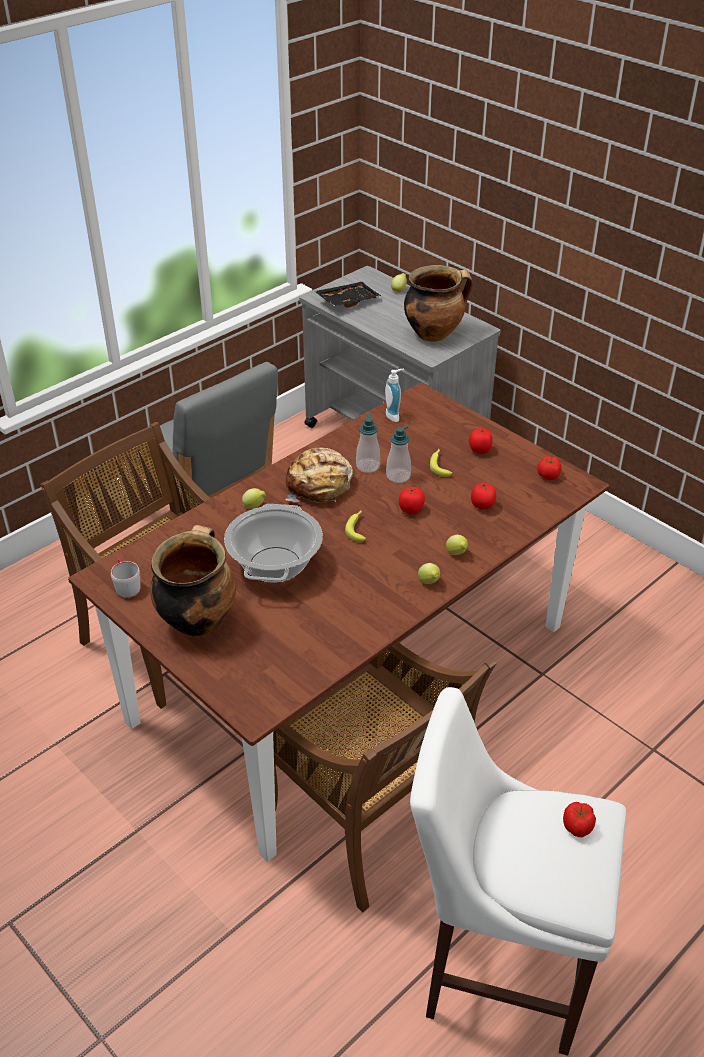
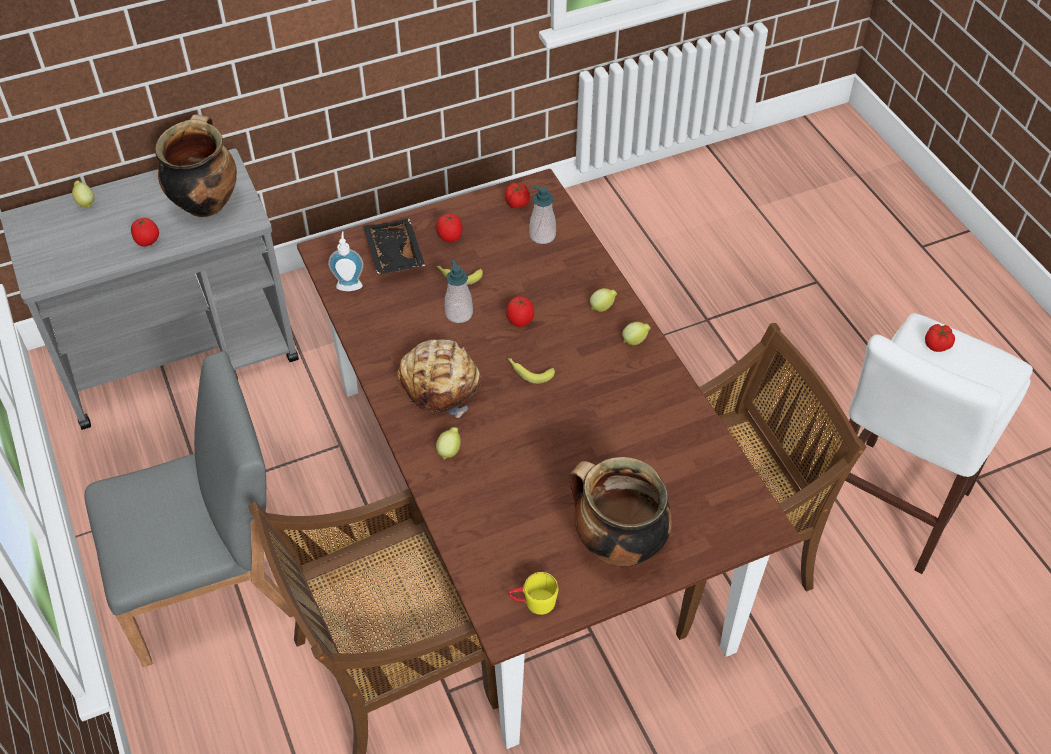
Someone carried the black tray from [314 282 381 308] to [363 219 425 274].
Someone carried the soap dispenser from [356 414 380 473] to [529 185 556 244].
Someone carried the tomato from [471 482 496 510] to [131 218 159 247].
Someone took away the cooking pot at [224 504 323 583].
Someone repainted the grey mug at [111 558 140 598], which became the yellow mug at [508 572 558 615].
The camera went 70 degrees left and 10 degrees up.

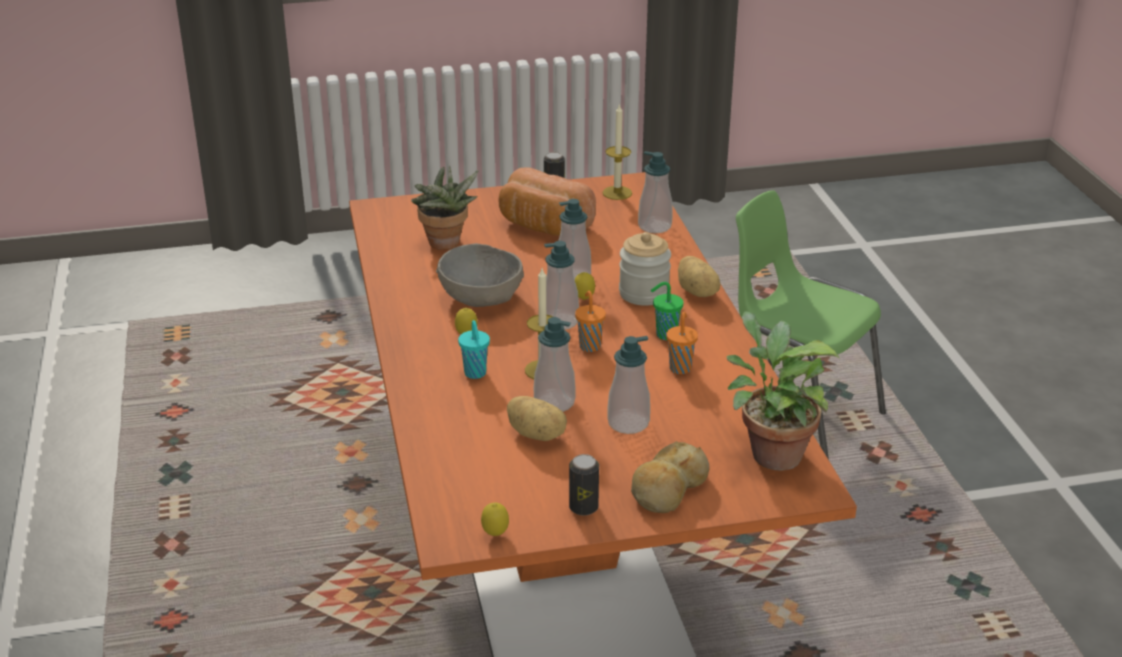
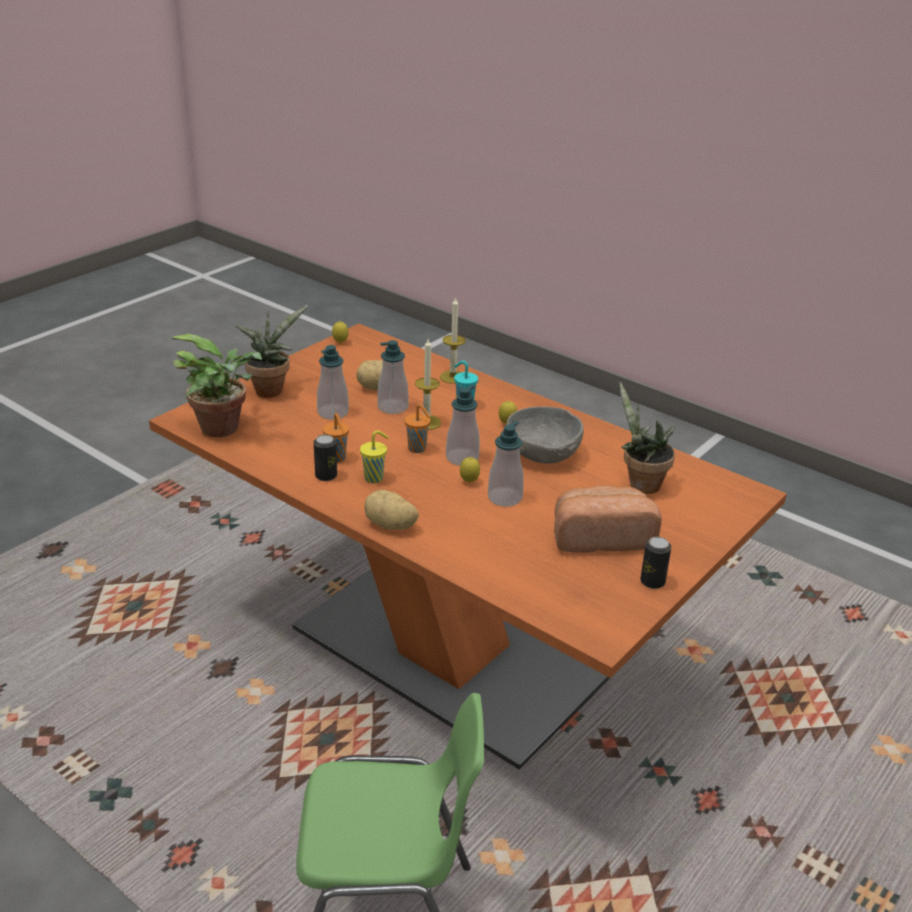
Someone carried the candle from [603 103 632 200] to [440 296 466 384].
Someone took away the soap dispenser at [638 151 673 233].
Someone took away the jar at [619 232 671 306].
Someone repainted the green cup at [651 282 684 340], which became the yellow cup at [360 430 389 483].
Someone swapped the bread at [631 441 709 513] for the potted plant at [235 305 308 398].
Someone carried the can from [569 454 599 516] to [314 435 337 481].
The camera went 140 degrees right and 0 degrees up.

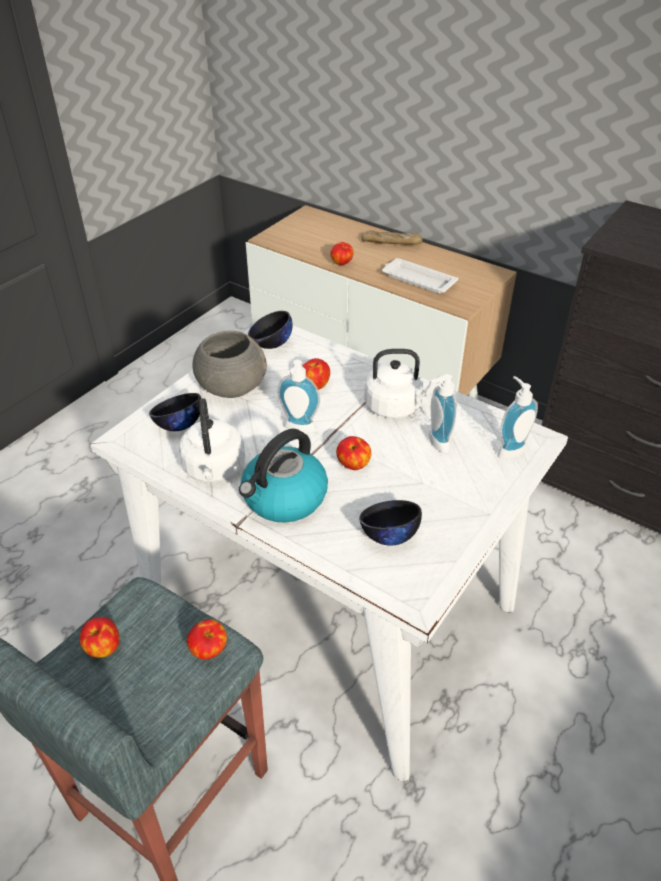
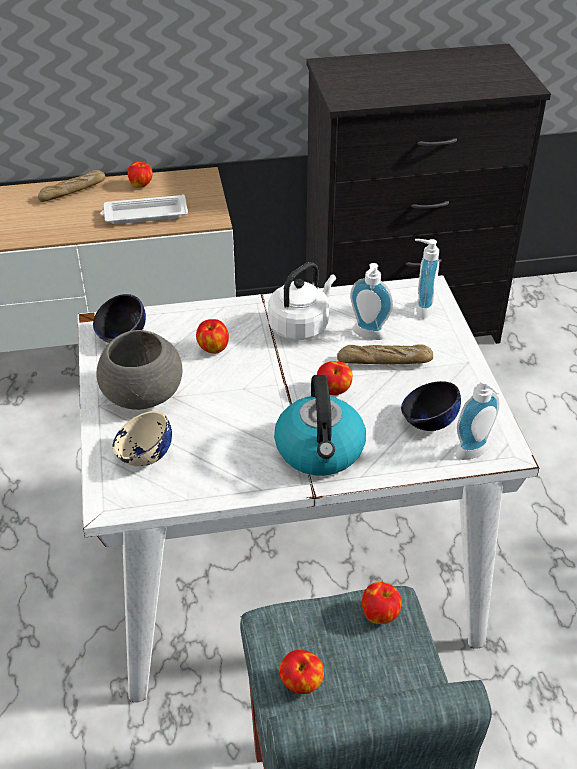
Someone carried the apple from [331 242 354 265] to [128 162 153 188].
Someone carried the soap dispenser from [277 360 320 433] to [455 377 499 460].
Someone repainted the black bowl at [149 393 201 431], which became the beige bowl at [112 411 172 466].
Someone took away the white kettle at [179 398 245 482].
Someone put down the bread at [337 344 433 364].
The camera went 45 degrees left and 0 degrees up.

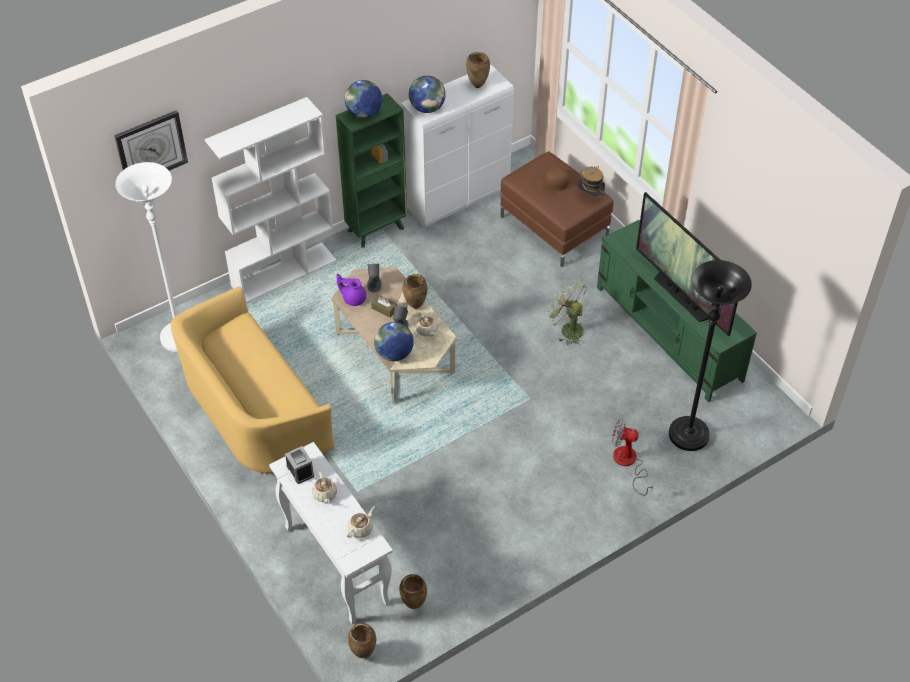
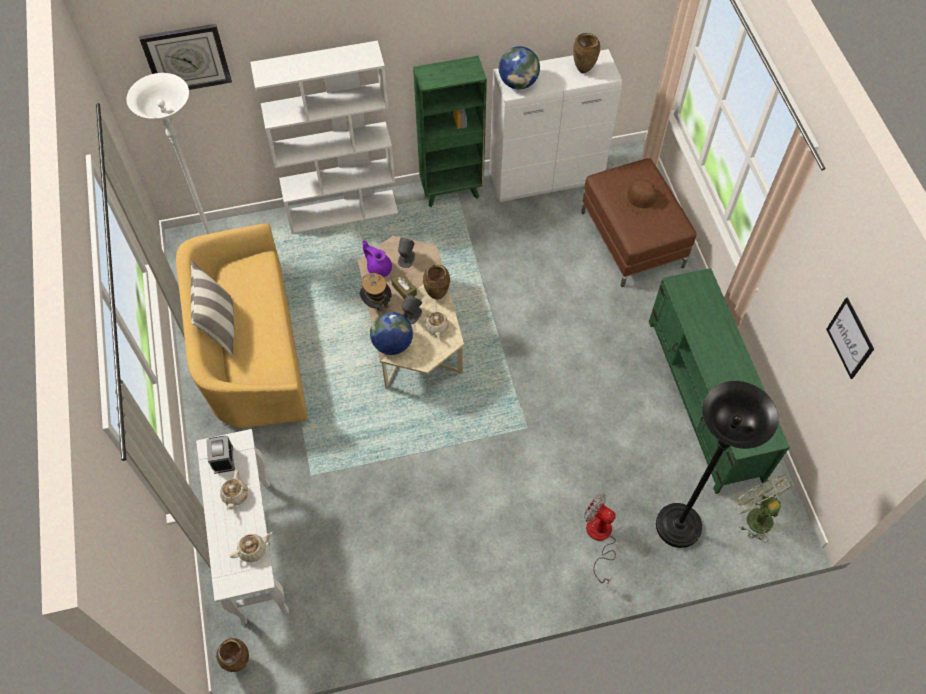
Someone took away the globe at [345 80 382 118].
Someone carried the hat from [577 166 605 199] to [359 273 392 312].
Someone took away the television at [636 192 738 336].
Someone carried the green fan from [546 280 587 345] to [733 475 793 543].
Someone took away the brown vase at [399 574 427 609].
Someone put down the pillow at [191 261 235 355].
Someone put up the picture at [826 297 874 379].
The camera went 20 degrees right and 10 degrees up.

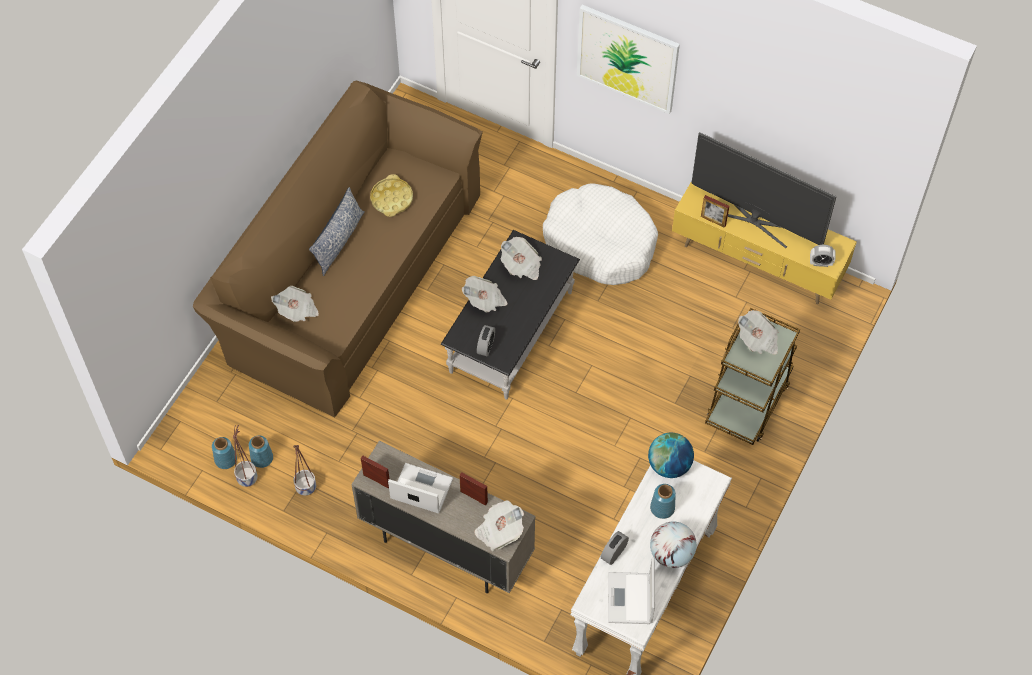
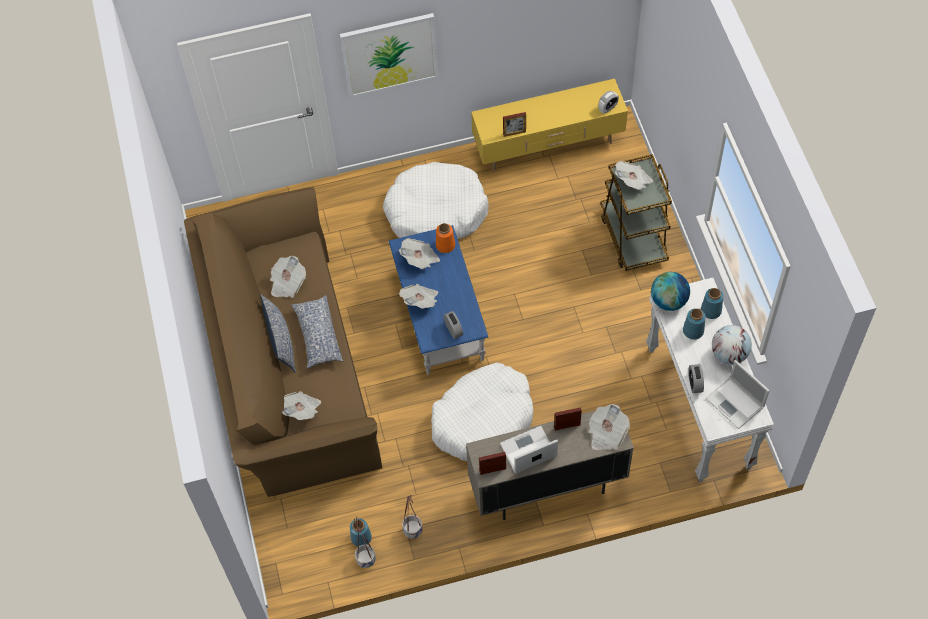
Someone took away the television at [691 132 836 248].
Someone swapped the yellow tray at [370 174 413 217] for the newspaper at [270 256 306 298].
Someone repainted the black coffee table at [440 230 580 400], which became the blue coffee table at [389 225 488 375].
Someone carried the blue vase from [212 437 237 469] to [701 288 724 319].
Someone put down the orange vase at [436 223 455 253].
Someone put down the pillow at [291 295 343 368].
Someone put down the white dog bed at [431 362 533 461].
The camera went 40 degrees left and 0 degrees up.

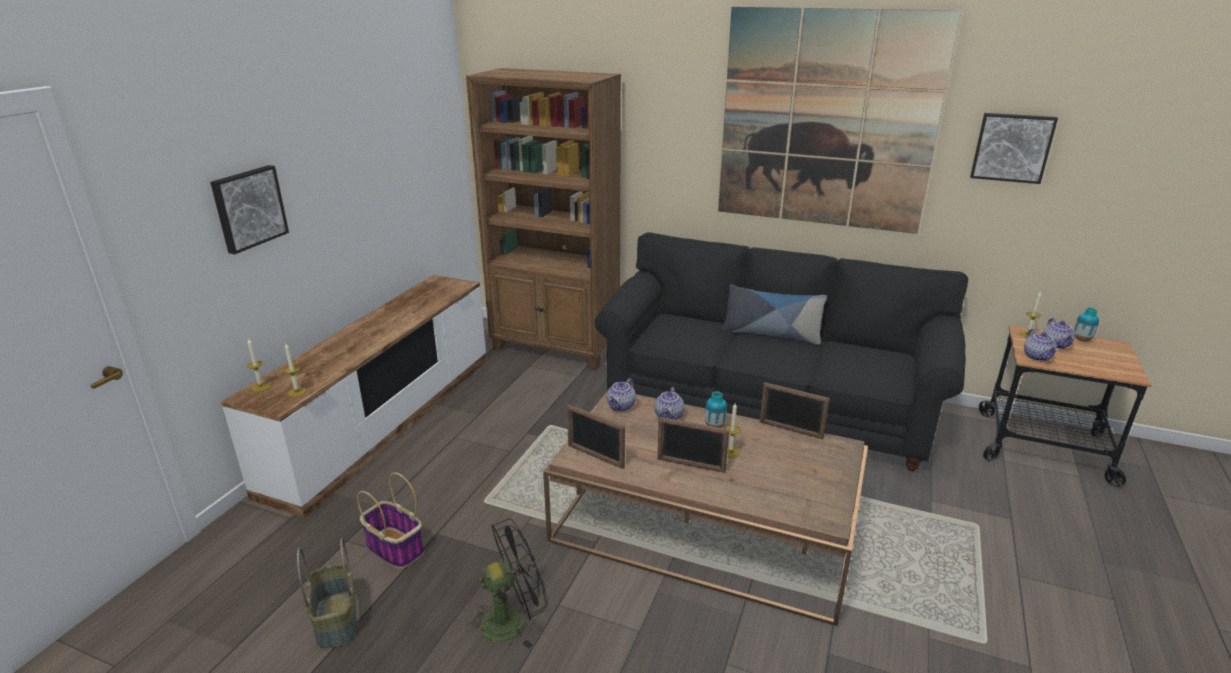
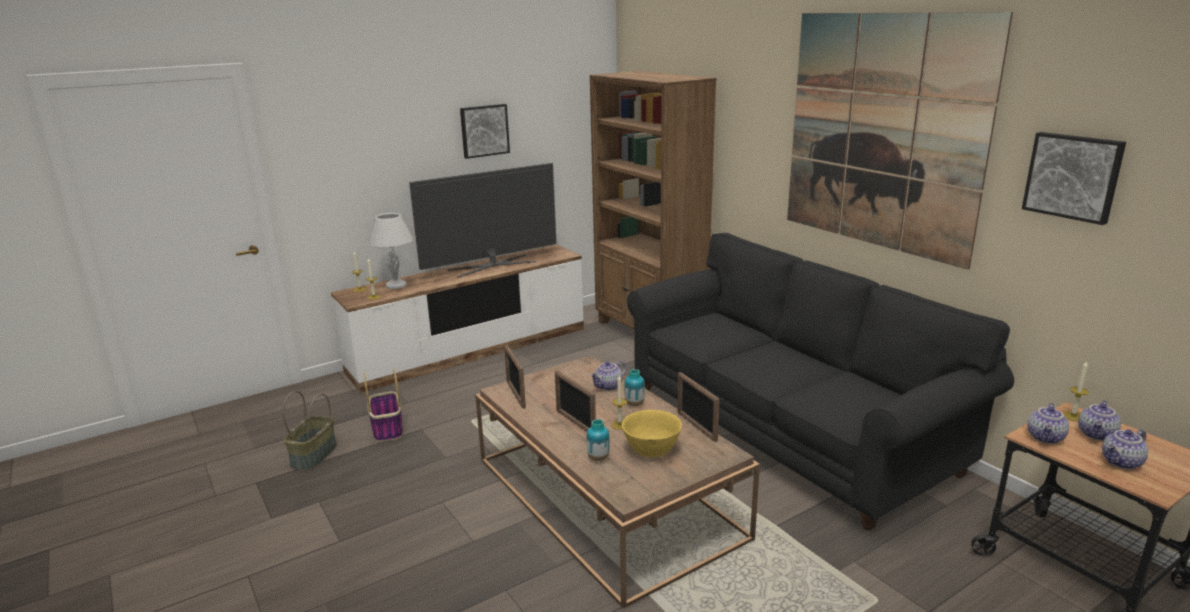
Someone carried the picture from [210 165 289 254] to [460 104 510 159].
Someone took away the pillow at [722 284 827 345].
Someone carried the vase from [1074 307 1099 341] to [586 419 610 461].
Someone carried the teapot from [607 378 636 411] to [1102 430 1148 470].
Someone took away the black fan at [466 518 548 649].
Someone put down the television at [409 163 557 278].
Someone put down the white table lamp at [369 213 413 289].
Someone put down the yellow bowl at [622 410 682 457].
The camera went 35 degrees right and 5 degrees down.

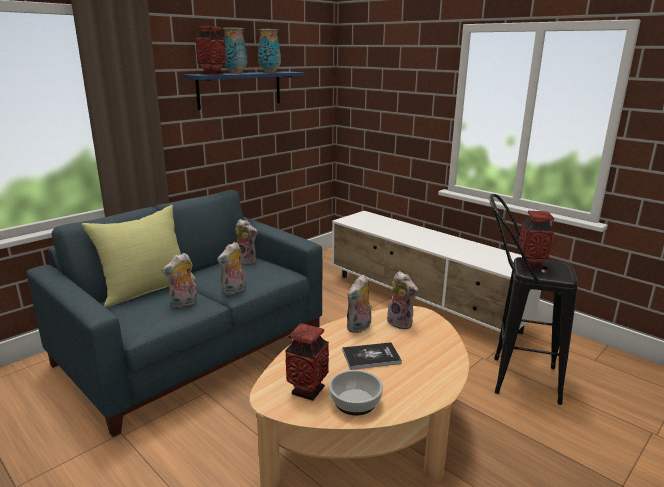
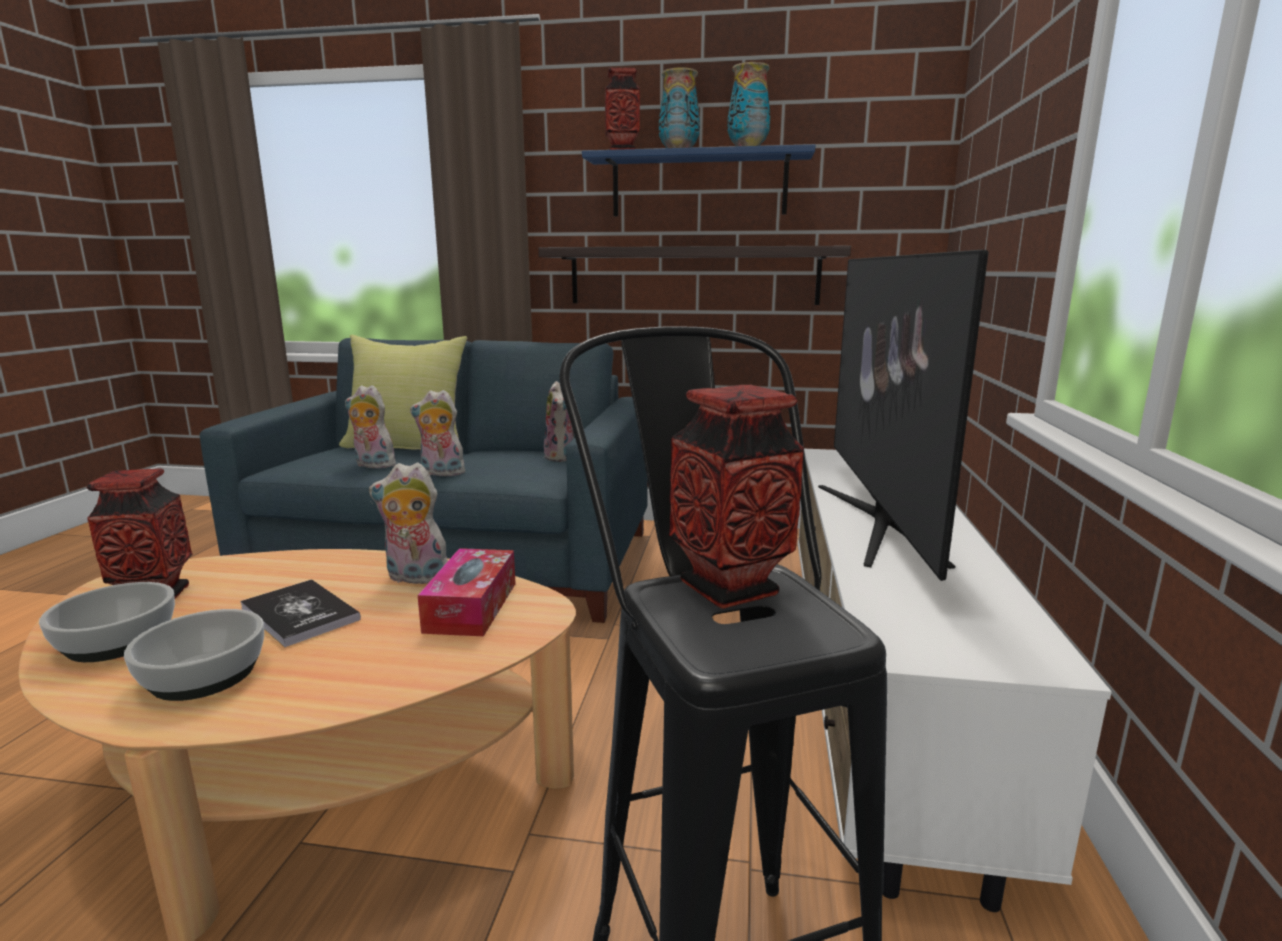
Someone swapped the plush toy at [387 271 418 330] for the tissue box at [418 548 516 636].
Someone put up the shelf at [538 246 851 305].
Someone put down the television at [818 250 988 581].
Someone put down the bowl at [124 609 264 701].
The camera went 55 degrees right and 5 degrees down.

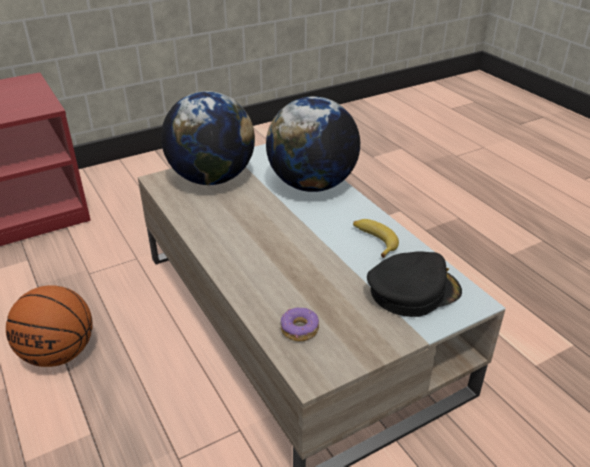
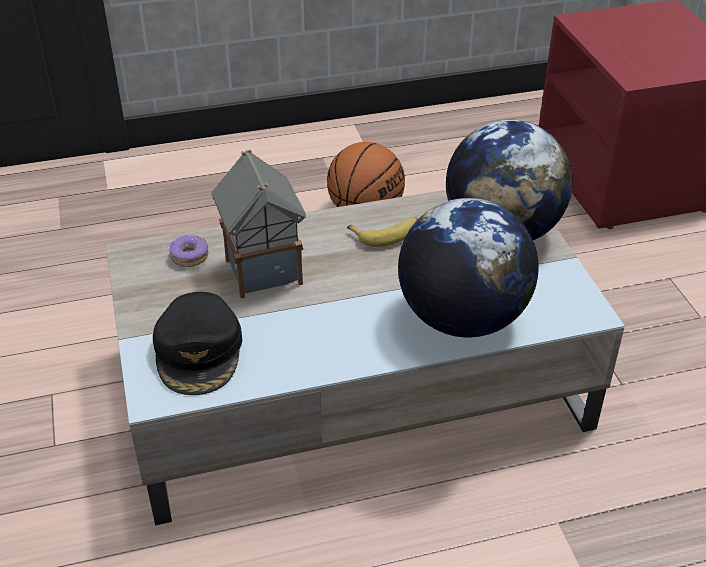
Someone carried the banana from [353 219 399 258] to [347 217 418 247].
Someone put down the toy house at [211 149 306 298].
The camera went 105 degrees right and 5 degrees up.

